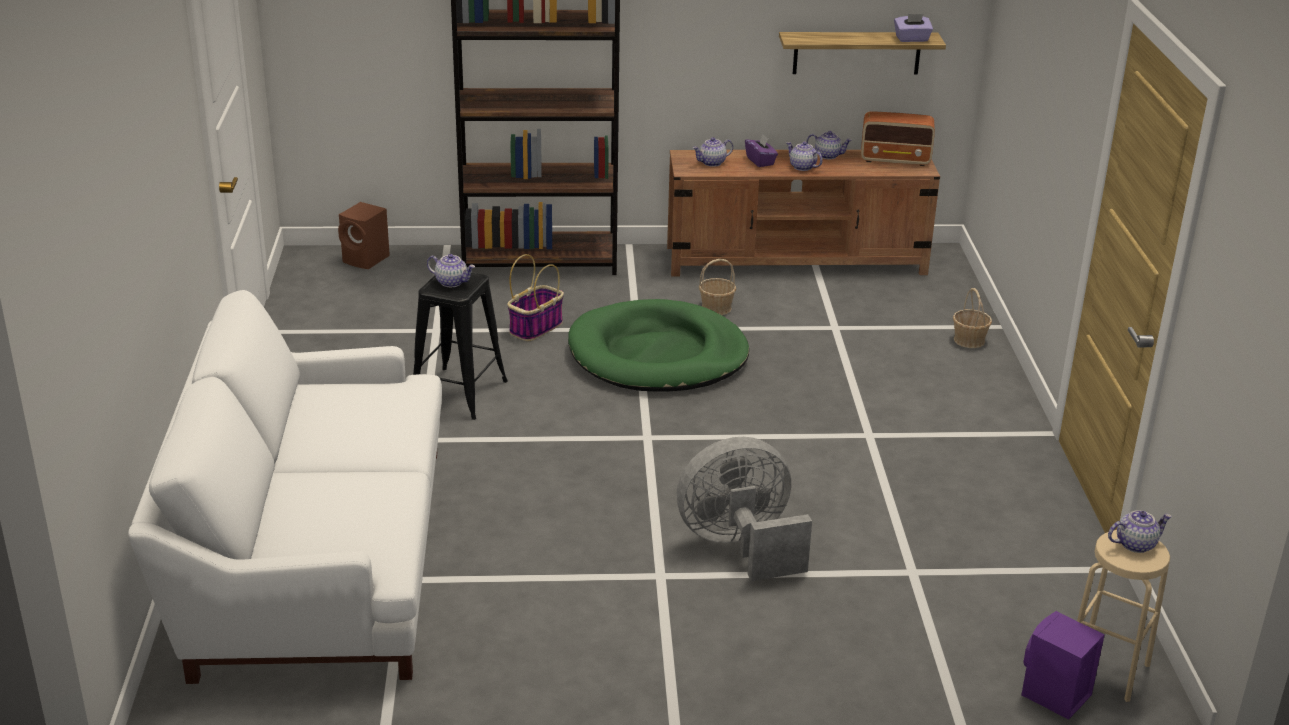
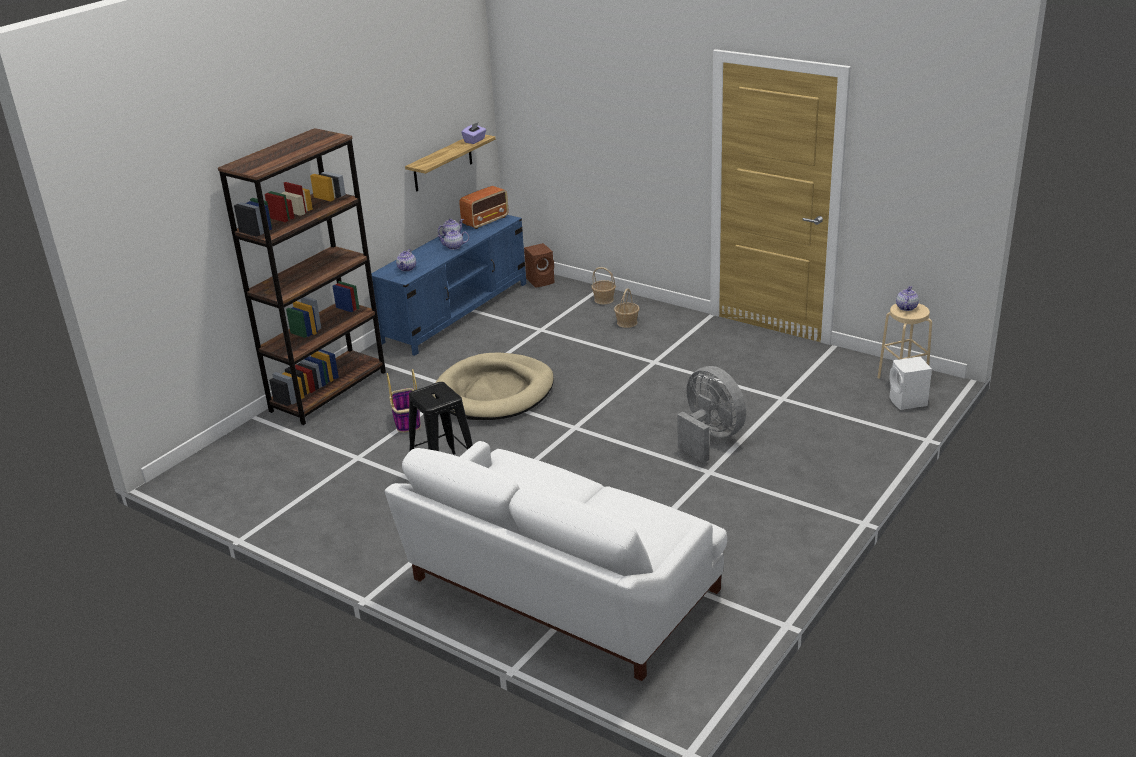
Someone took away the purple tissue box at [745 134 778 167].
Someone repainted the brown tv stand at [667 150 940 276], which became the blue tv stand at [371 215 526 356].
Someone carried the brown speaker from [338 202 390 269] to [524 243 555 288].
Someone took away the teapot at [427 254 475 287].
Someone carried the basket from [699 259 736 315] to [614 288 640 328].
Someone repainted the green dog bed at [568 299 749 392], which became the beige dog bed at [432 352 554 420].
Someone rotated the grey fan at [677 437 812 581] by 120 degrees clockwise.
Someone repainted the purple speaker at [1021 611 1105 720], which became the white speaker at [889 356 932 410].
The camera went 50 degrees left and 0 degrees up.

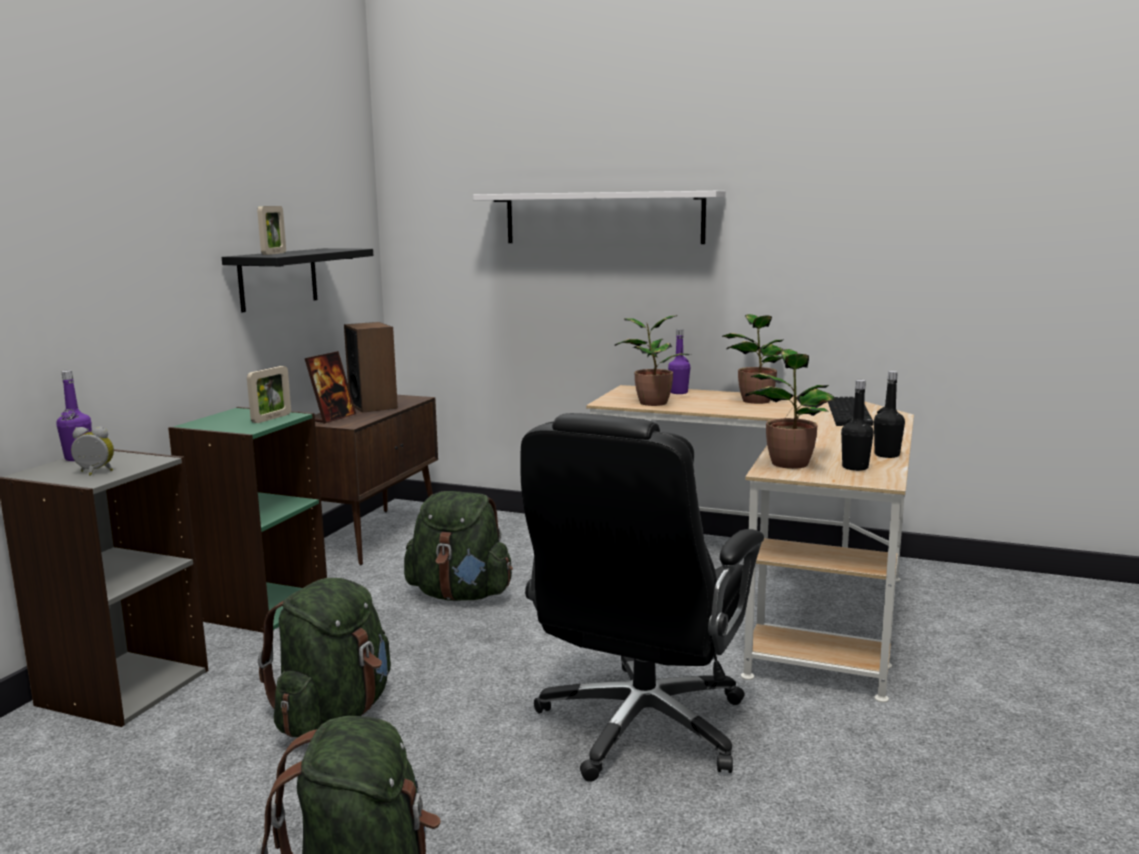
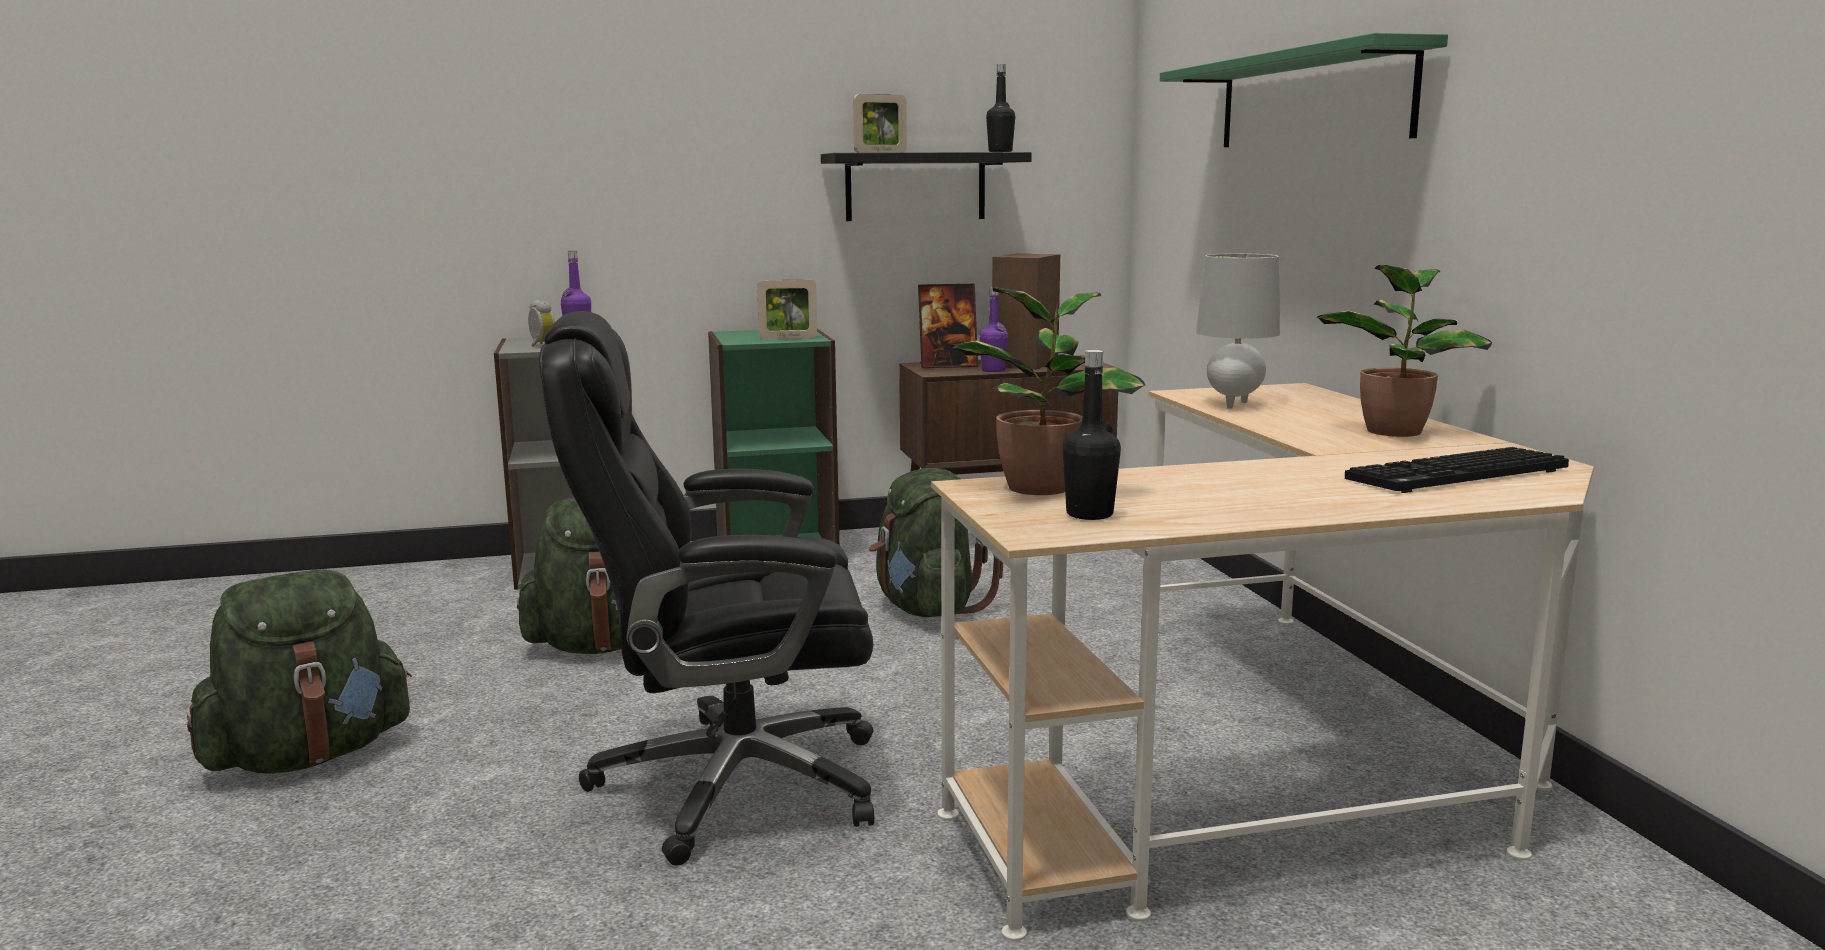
Someone repainted the white shelf at [473 191 726 244], which became the green shelf at [1160 33 1448 147].
Someone swapped the potted plant at [615 315 689 406] for the grey table lamp at [1196 253 1280 409].
Someone carried the purple bottle from [668 329 690 394] to [979 287 1008 372].
Someone carried the black bottle from [874 371 905 458] to [986 64 1015 152].
The camera went 55 degrees right and 0 degrees up.

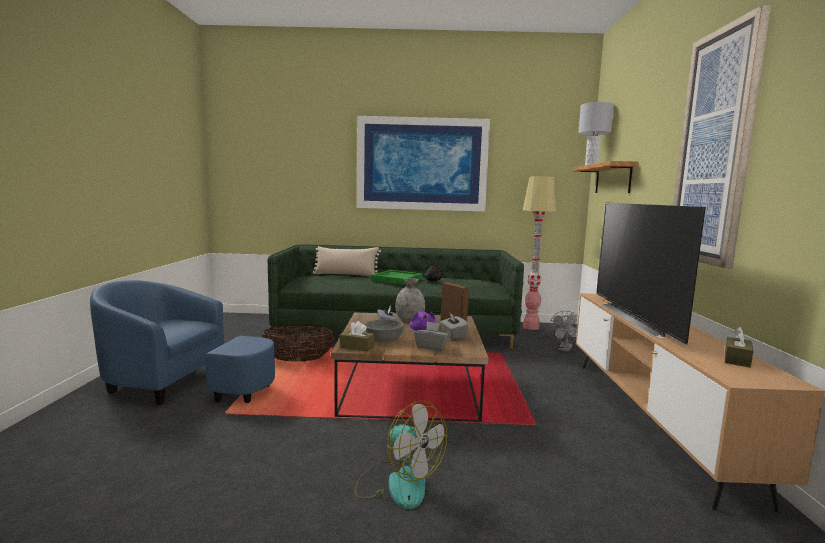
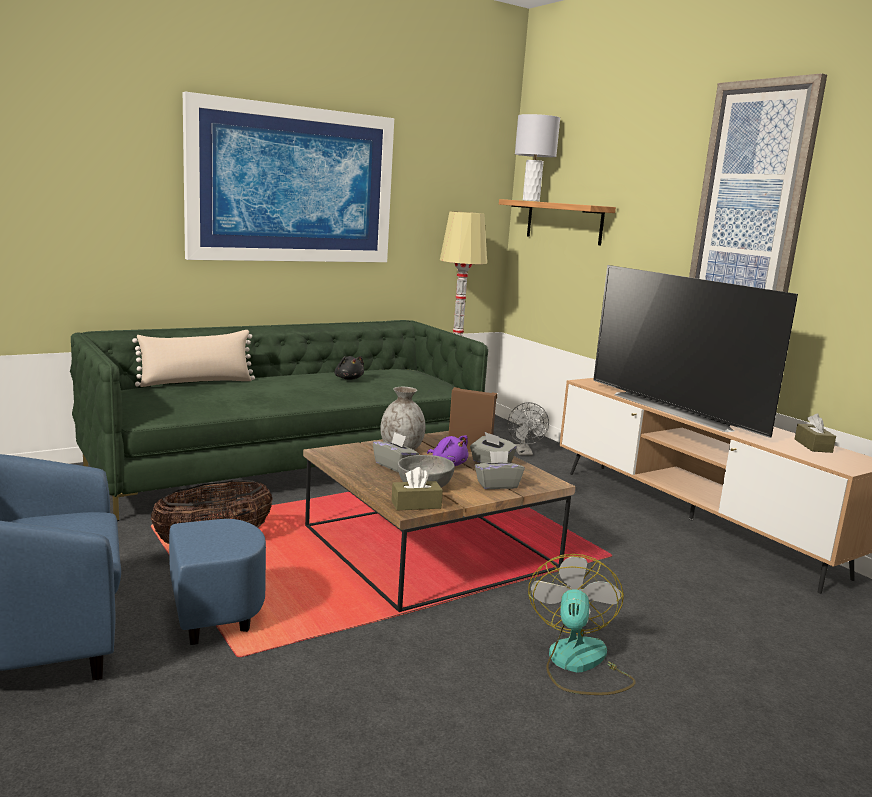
Someone took away the green tray at [371 270 423 285].
Someone rotated the fan at [355 401 447 509] by 90 degrees counterclockwise.
The camera went 35 degrees left and 5 degrees up.

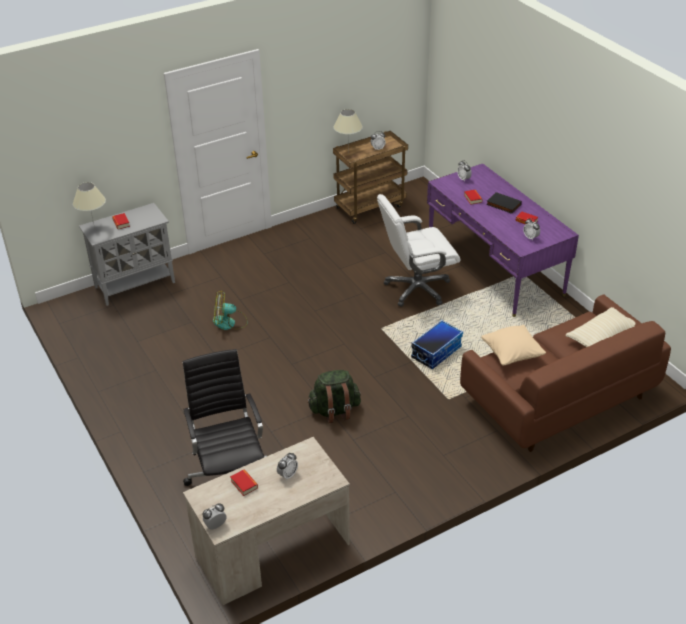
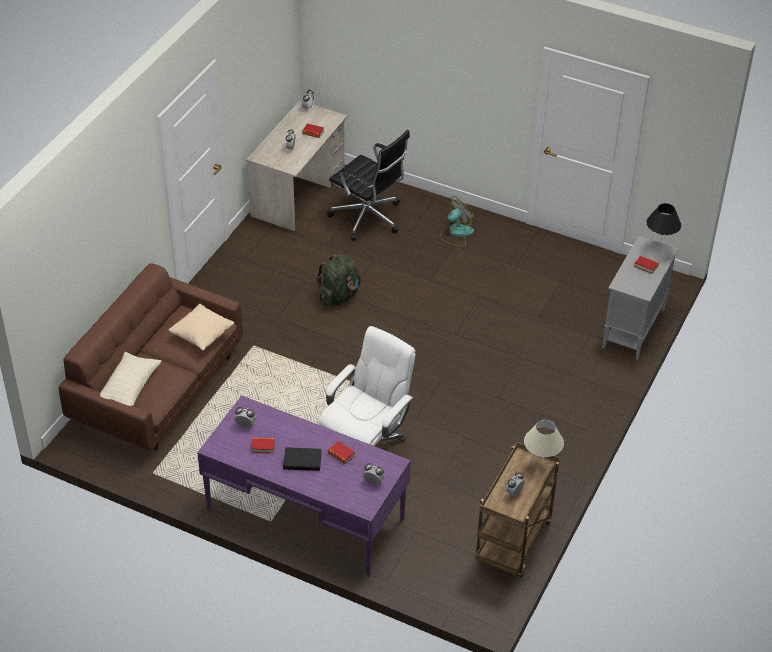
Someone repainted the beige table lamp at [73 182 106 228], which became the black table lamp at [646 203 681 249].
Someone carried the fan from [213 291 248 330] to [440 196 474 246].
Someone took away the storage box at [411 320 463 369].
The camera went 145 degrees right and 5 degrees up.

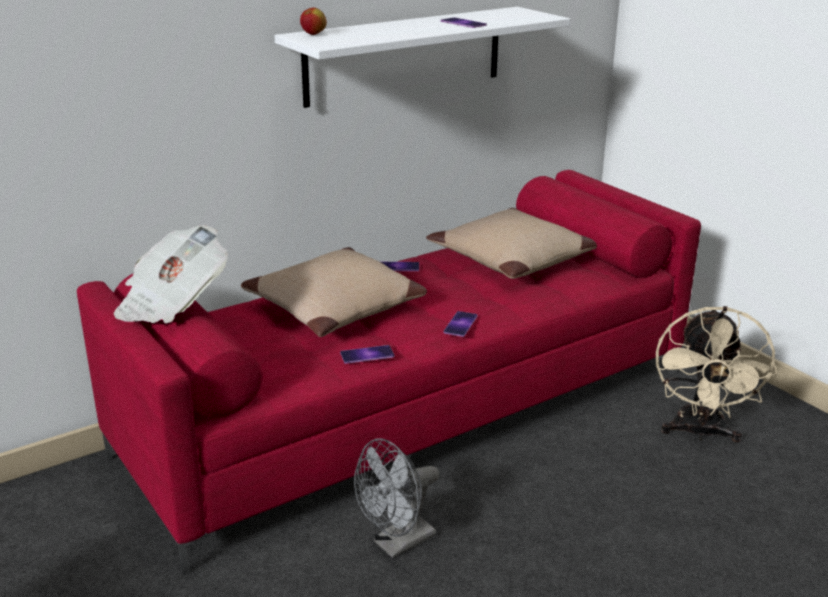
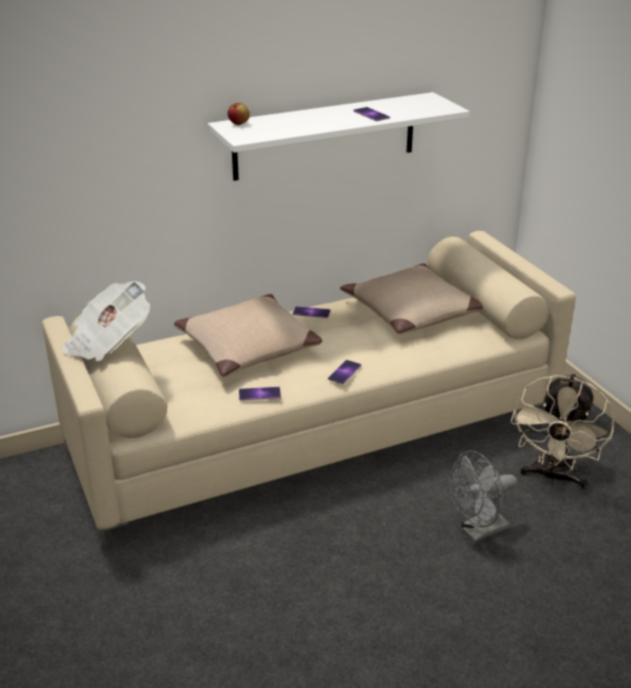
Someone repainted the red sofa at [77 170 701 575], which became the beige sofa at [42 231 576 552].
Someone carried the grey fan from [354 438 440 558] to [449 451 517 542].
The camera went 10 degrees right and 5 degrees up.

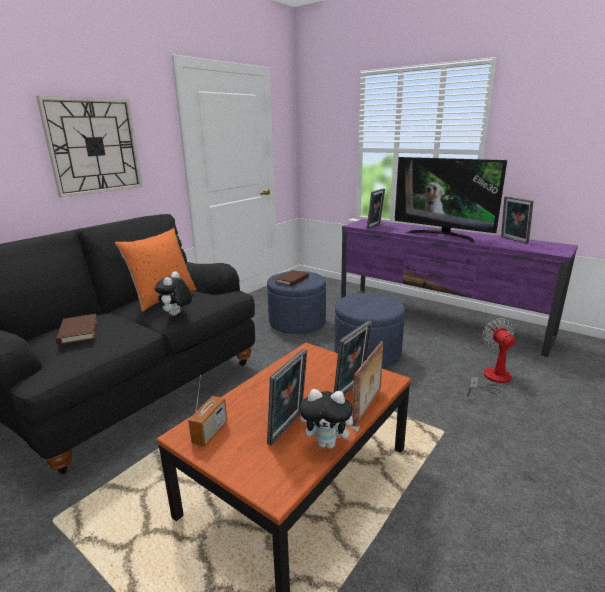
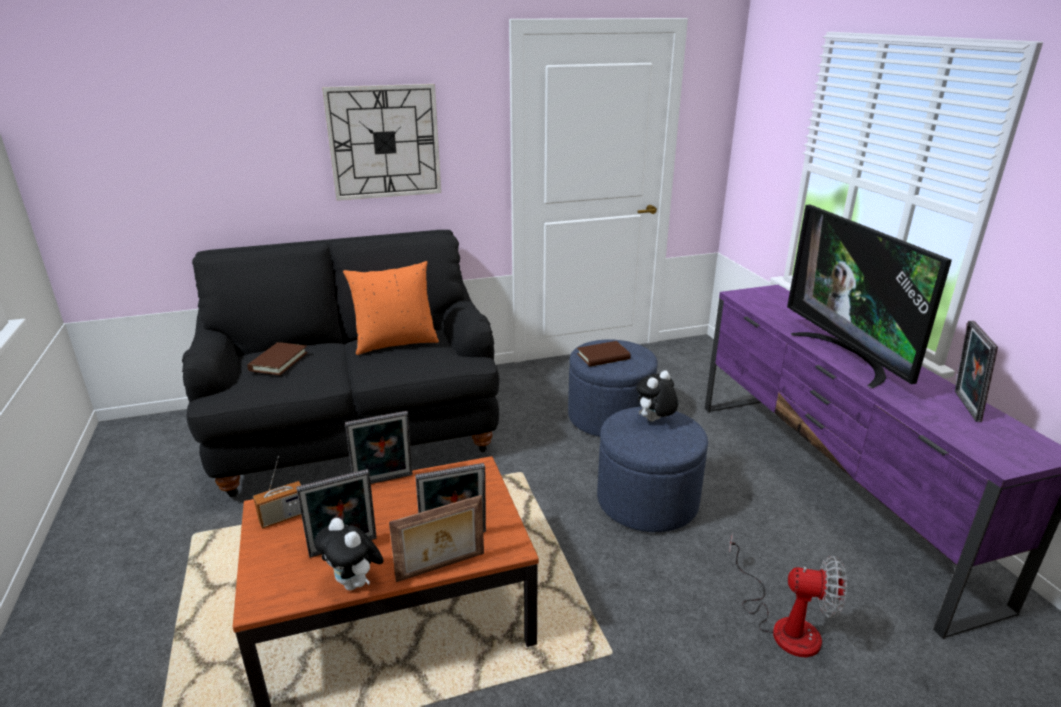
Someone carried the picture frame from [366 189 385 229] to [345 411 413 484].
Someone carried the plush toy from [155 271 192 316] to [636 370 678 422].
Someone rotated the fan at [467 318 515 396] by 75 degrees clockwise.
The camera went 35 degrees right and 5 degrees up.

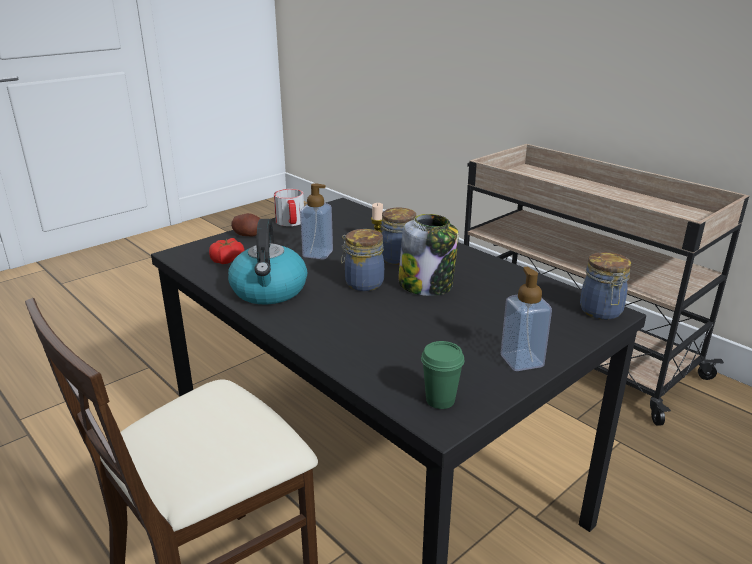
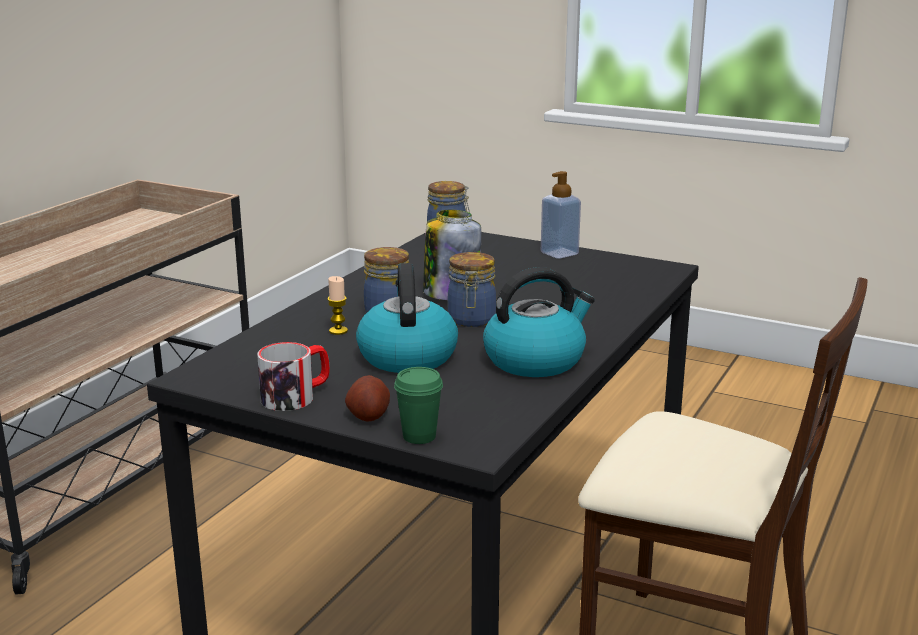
Someone swapped the soap dispenser at [300 183 333 259] for the kettle at [356 263 458 373].
Someone took away the tomato at [209 238 245 264].
Someone carried the green cup from [421 341 465 409] to [394 367 443 444].
The camera went 110 degrees left and 5 degrees down.

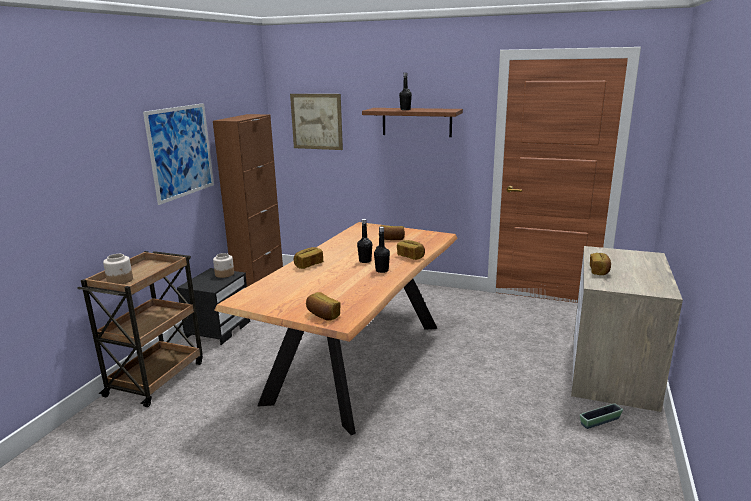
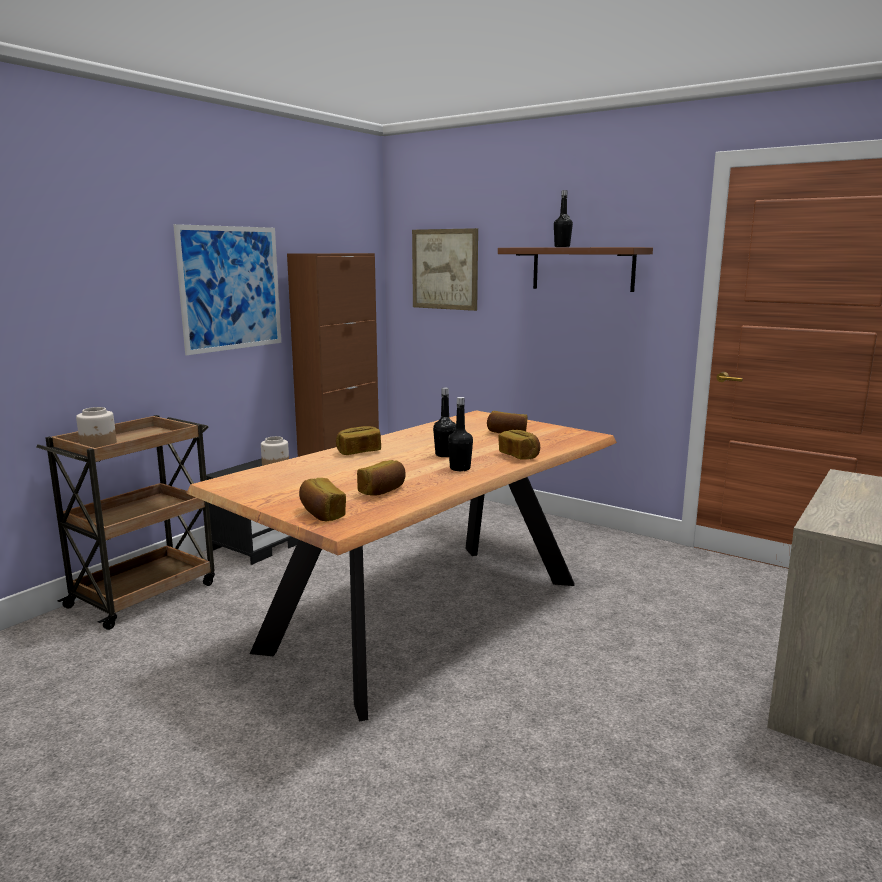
Someone carried the bread from [590 253 611 275] to [357 460 406 496].
Someone took away the planter at [580 403 623 429].
The camera went 15 degrees right and 5 degrees down.

